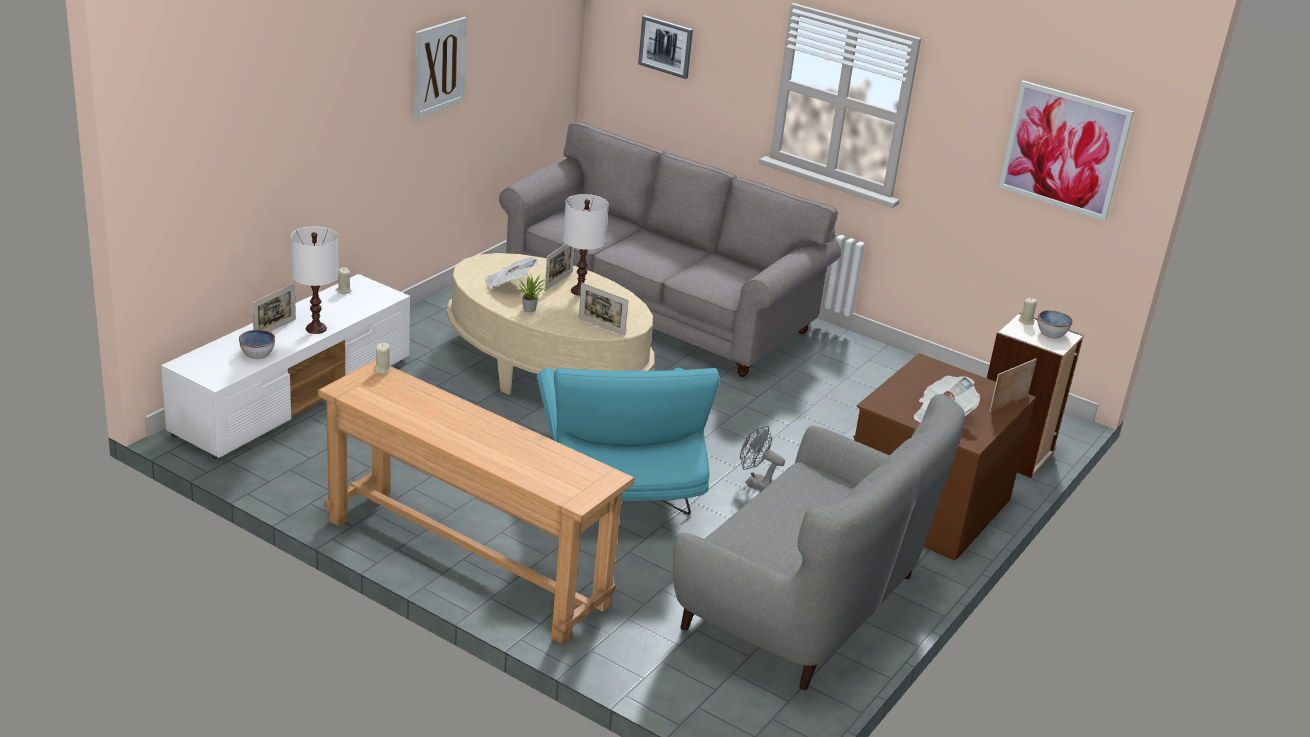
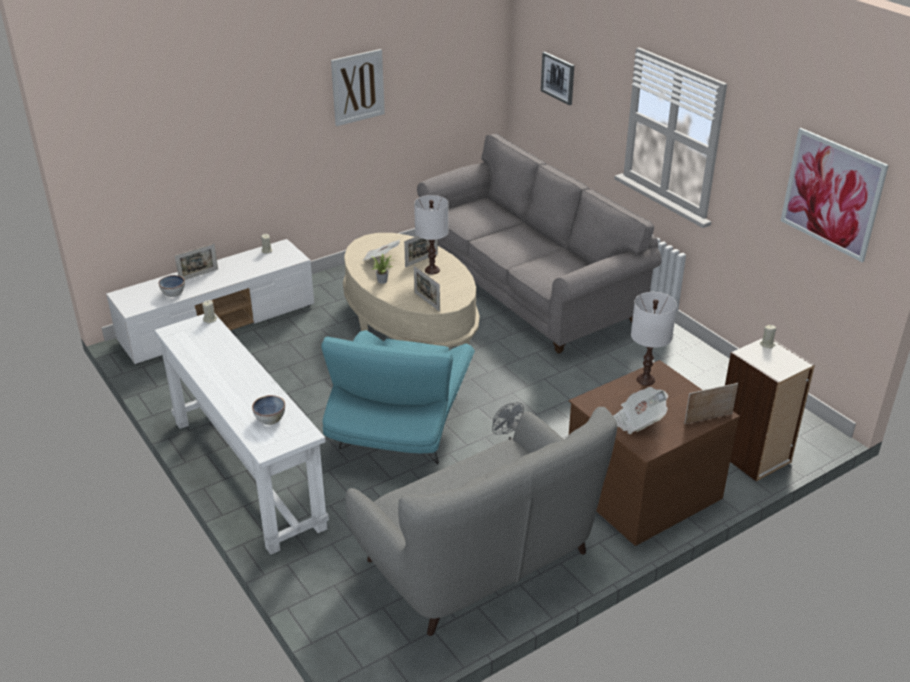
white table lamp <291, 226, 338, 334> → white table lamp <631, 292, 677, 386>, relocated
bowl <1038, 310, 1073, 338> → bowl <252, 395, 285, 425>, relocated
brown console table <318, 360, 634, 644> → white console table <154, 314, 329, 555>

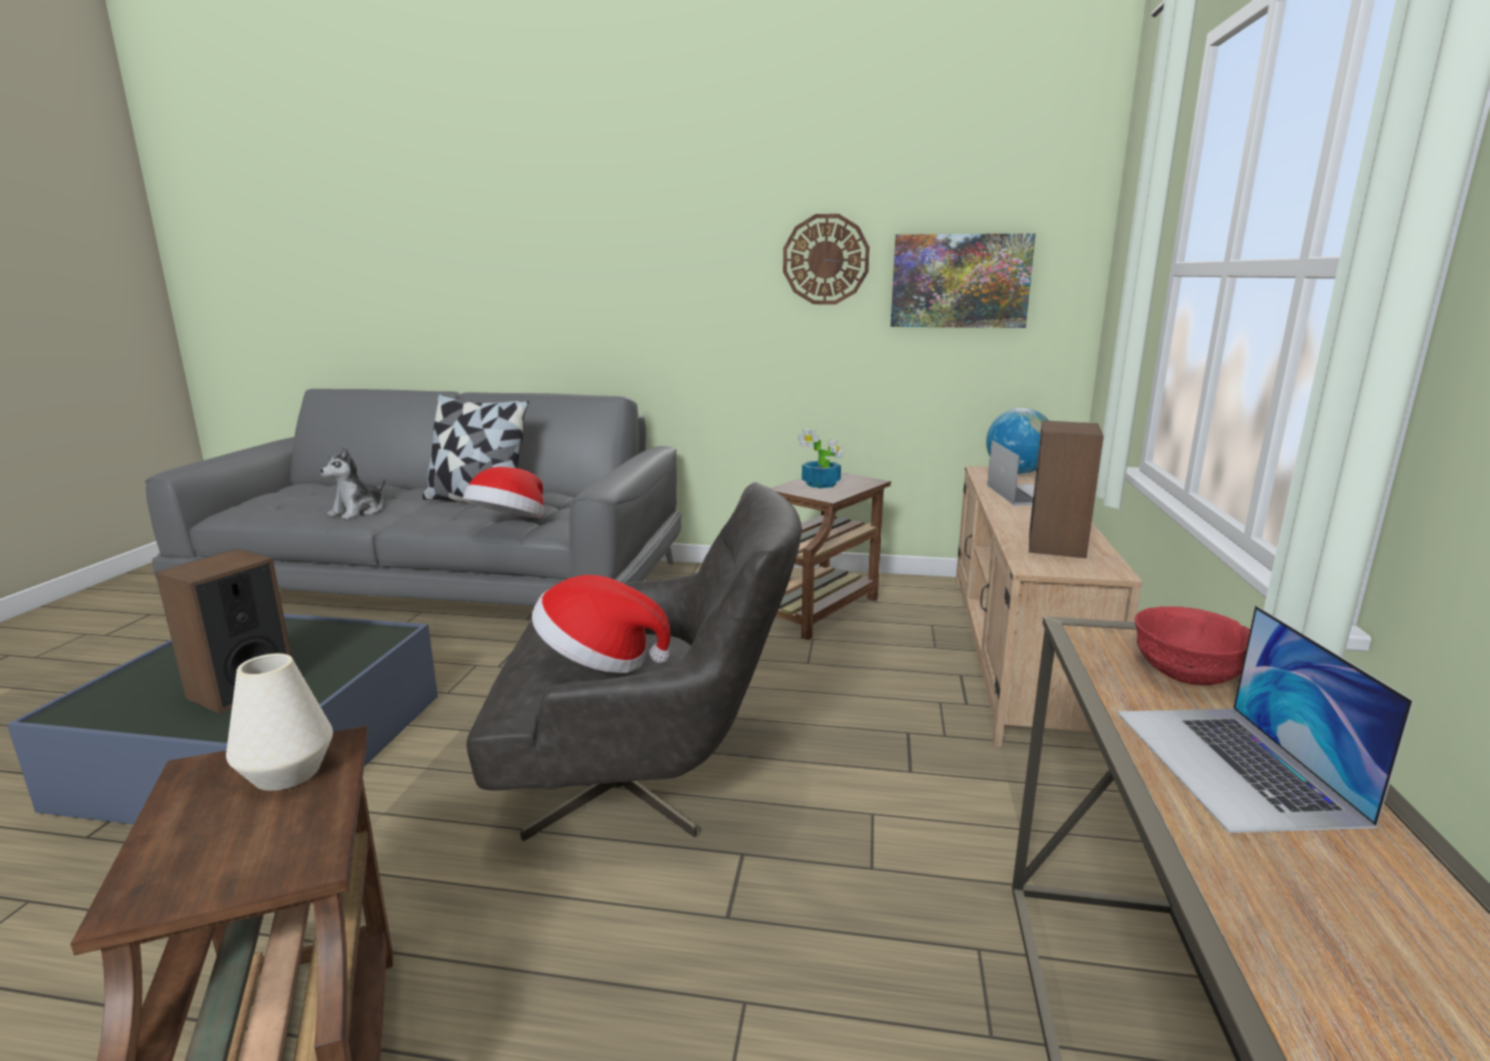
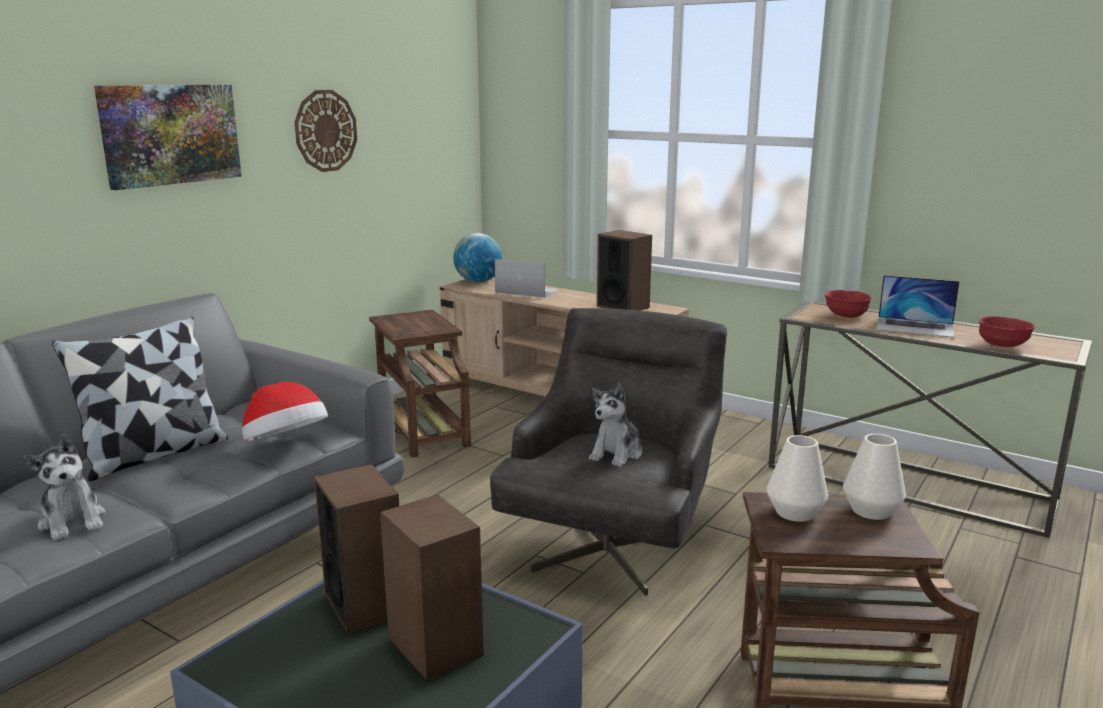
potted plant <798, 429, 844, 488> → -
- → speaker <314, 464, 399, 634>
- → white vase <843, 434, 906, 520>
- → red bowl <979, 316, 1035, 347>
picture <891, 234, 1036, 328> → picture <94, 84, 242, 190>, relocated
hat <532, 575, 671, 673> → plush toy <589, 383, 642, 467>

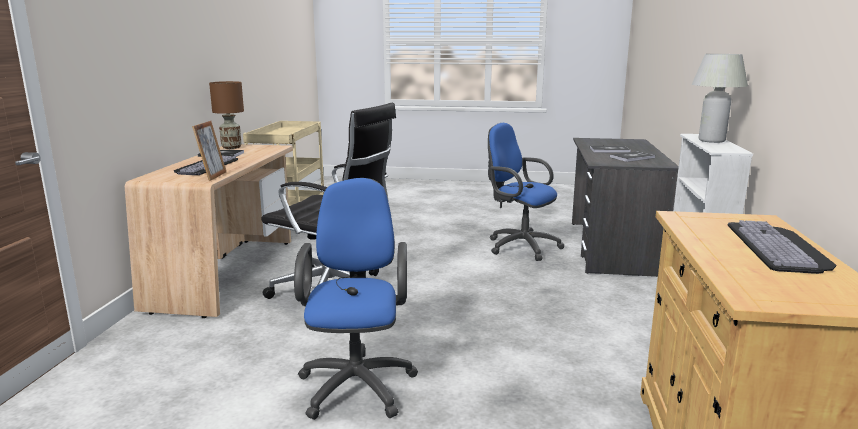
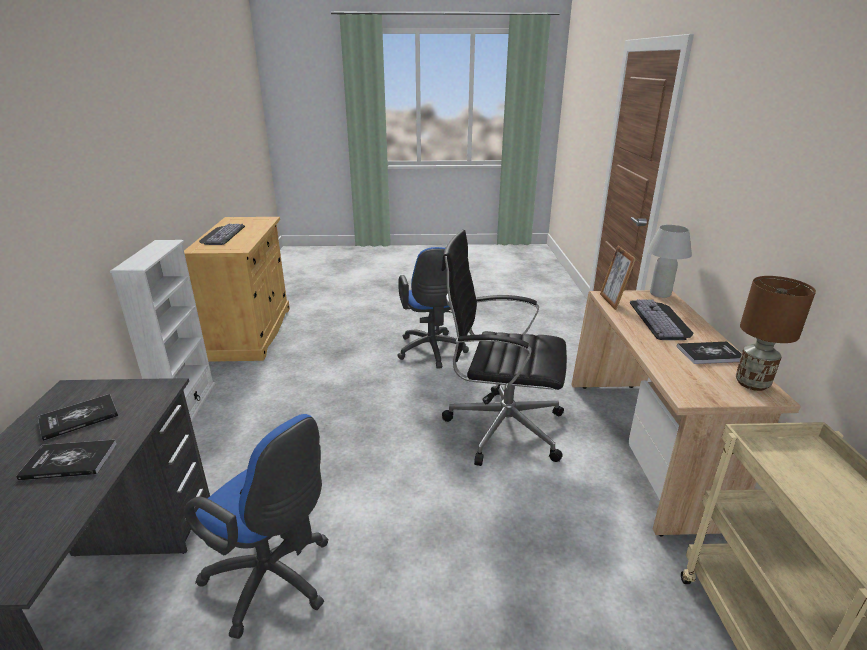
white table lamp <692, 54, 748, 143> → white table lamp <647, 225, 692, 298>, relocated

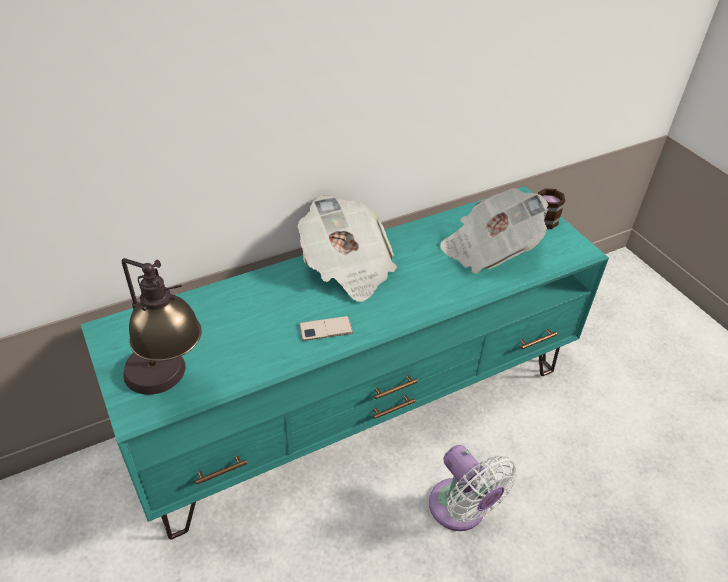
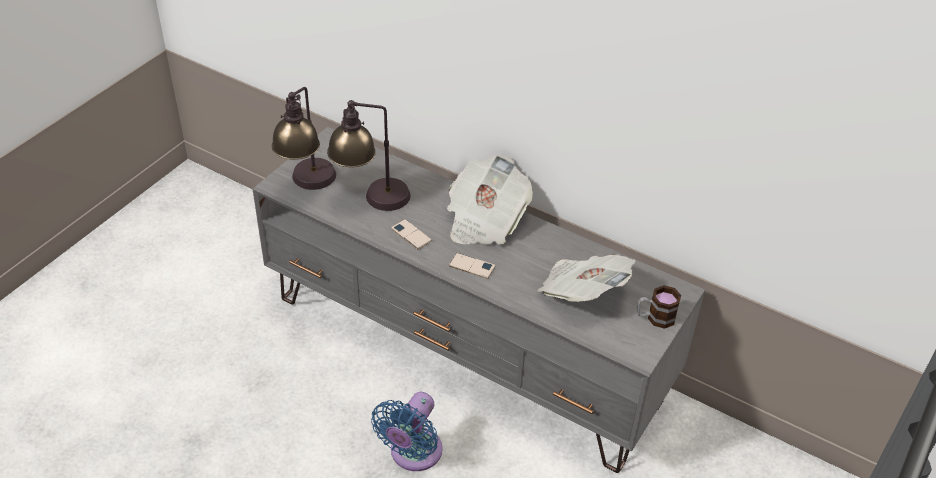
- → table lamp <327, 100, 411, 211>
- → phone <449, 253, 496, 279>
turquoise tv stand <80, 186, 609, 540> → grey tv stand <253, 127, 705, 473>
white fan <429, 445, 518, 531> → blue fan <371, 392, 442, 471>

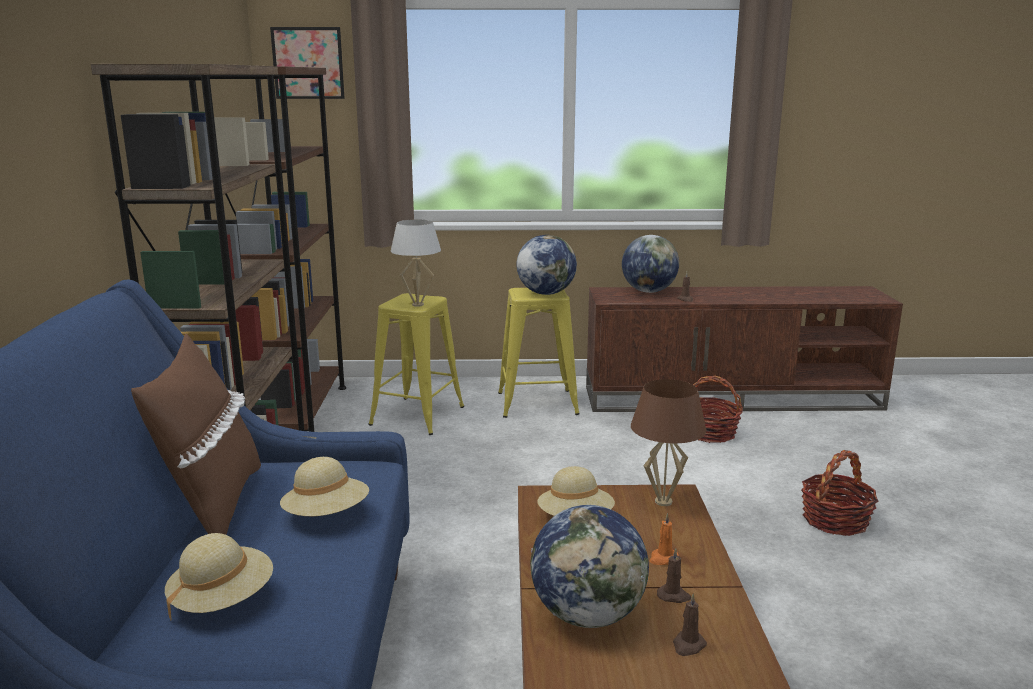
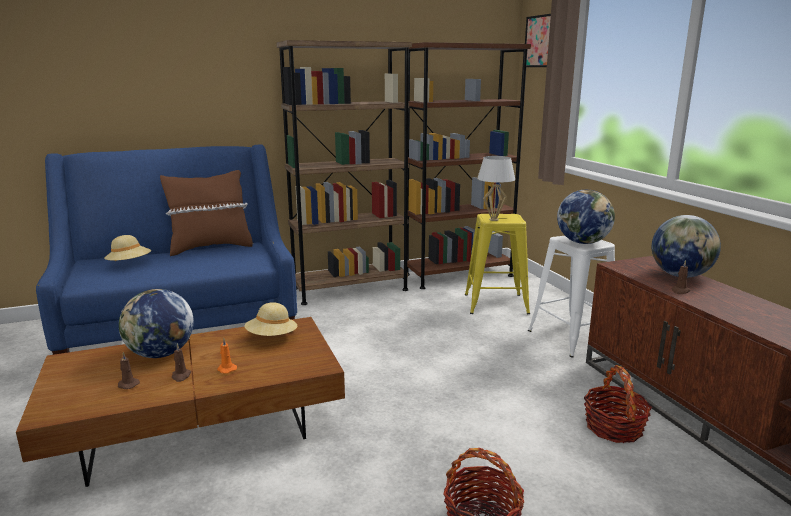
beige hat <280, 457, 369, 516> → -
brown table lamp <631, 379, 706, 506> → -
yellow stool <498, 288, 580, 418> → white stool <528, 236, 615, 358>

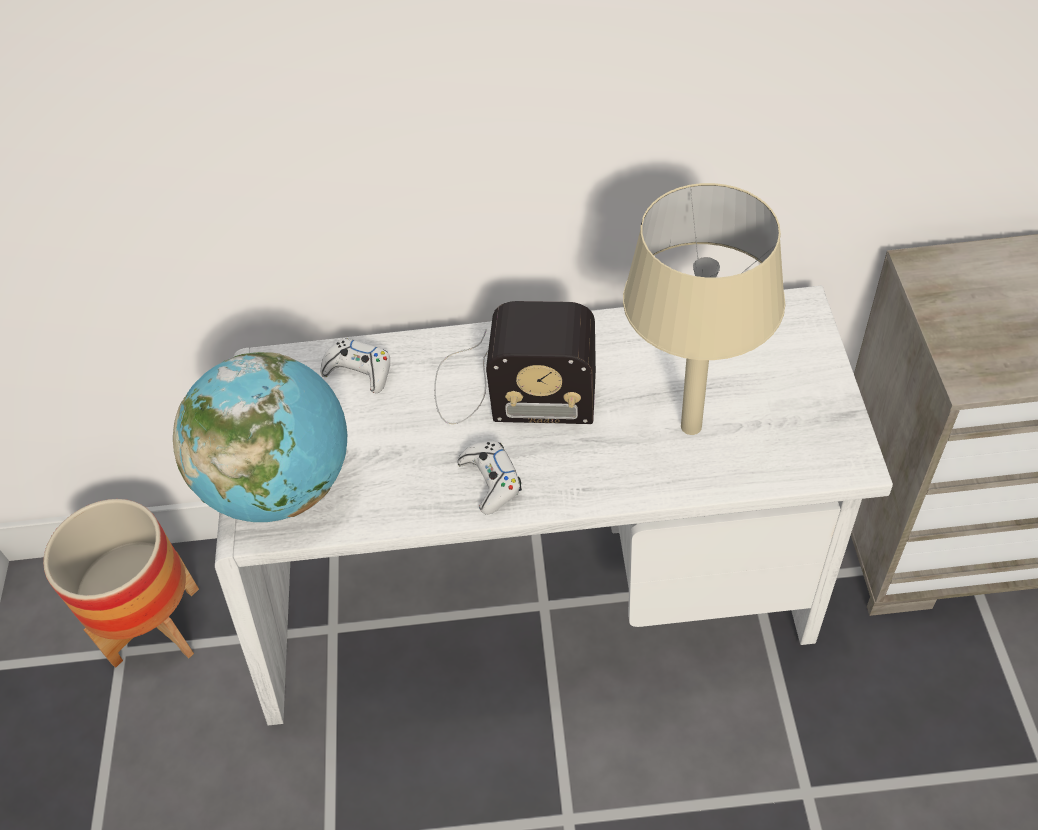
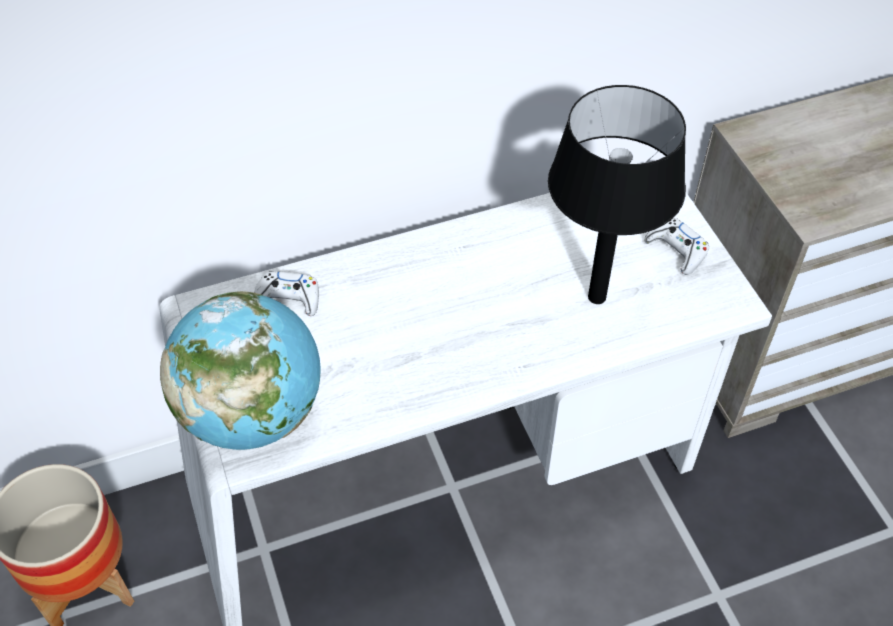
radio <434, 301, 596, 424> → -
white game controller <457, 441, 522, 515> → white game controller <644, 218, 709, 275>, relocated
beige table lamp <623, 183, 785, 435> → black table lamp <548, 85, 686, 304>

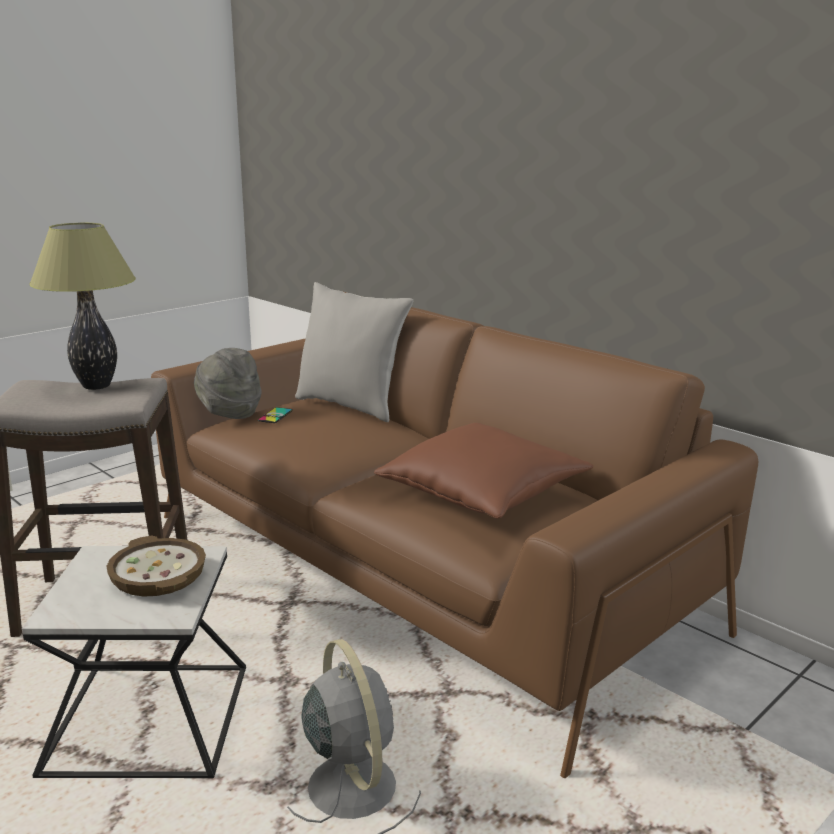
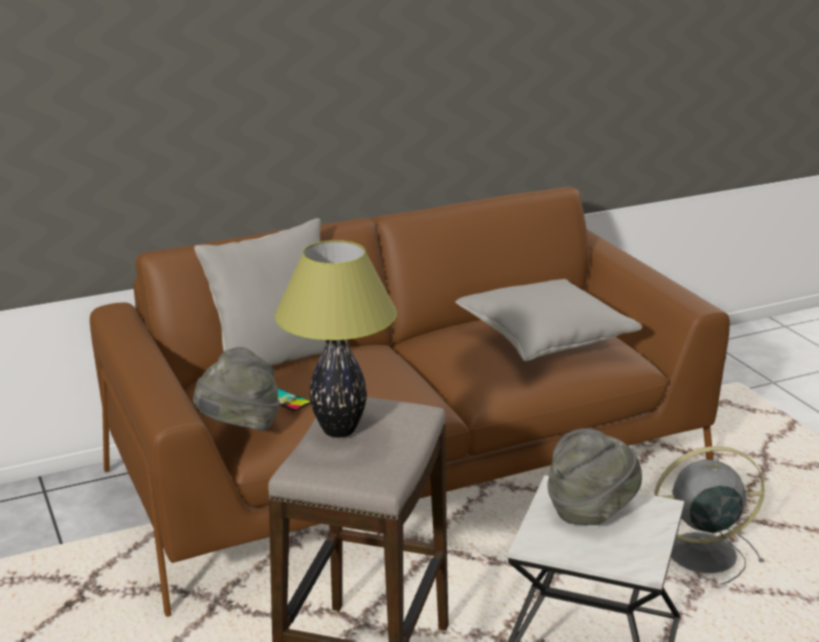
bowl <106, 536, 206, 596> → grey hat <547, 428, 642, 525>
brown pillow <374, 423, 594, 519> → grey pillow <455, 279, 642, 361>

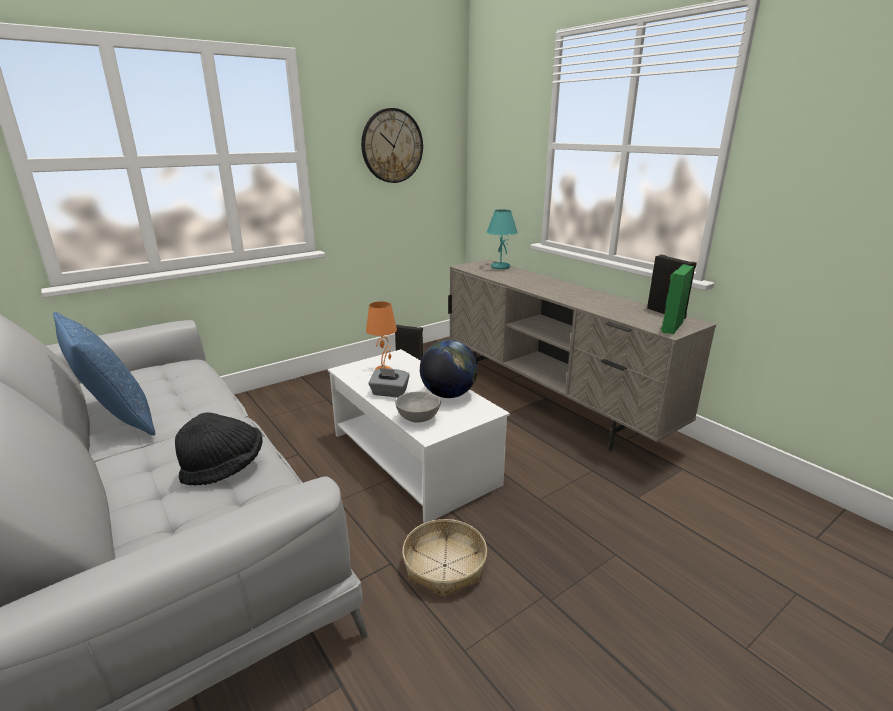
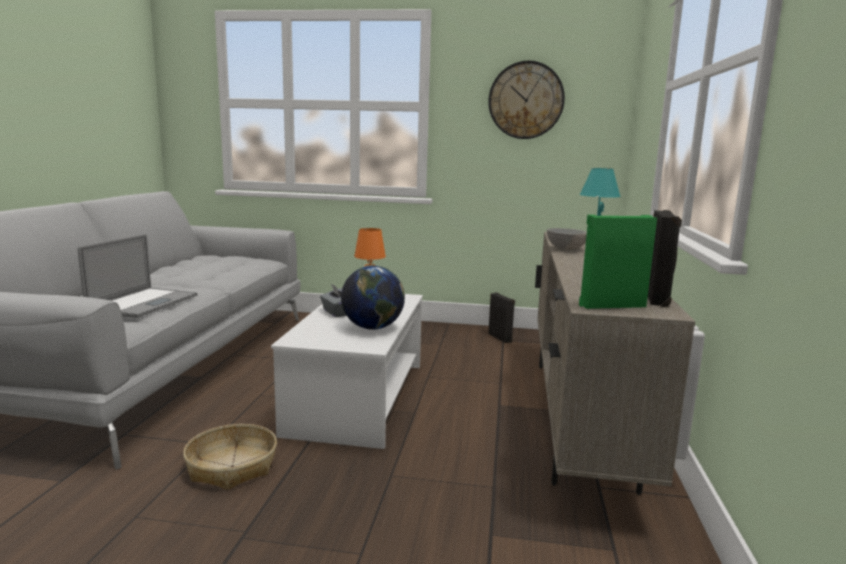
blue pillow <53, 312, 155, 436> → -
grey bowl <395, 391, 441, 423> → grey bowl <547, 228, 587, 250>, relocated
black hat <175, 413, 263, 485> → laptop <78, 234, 197, 318>

